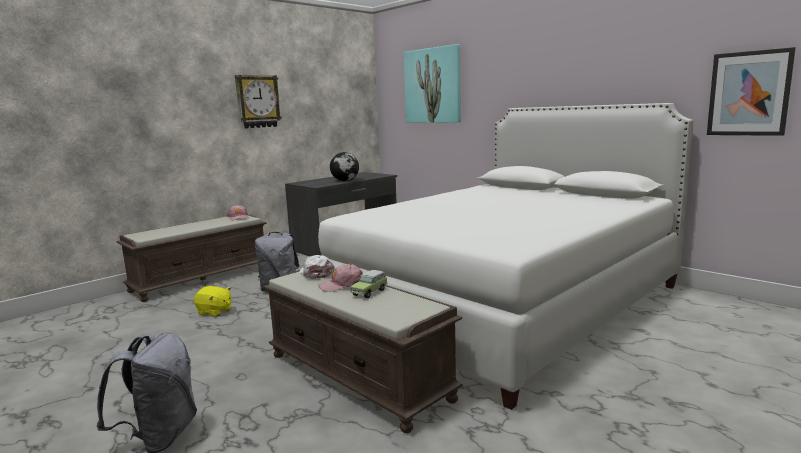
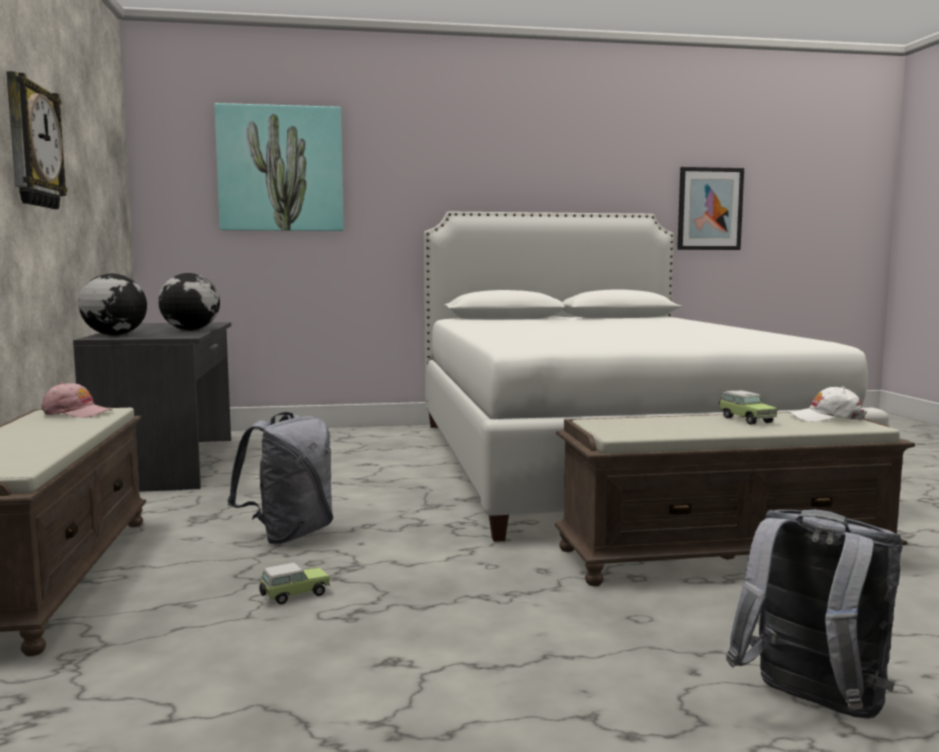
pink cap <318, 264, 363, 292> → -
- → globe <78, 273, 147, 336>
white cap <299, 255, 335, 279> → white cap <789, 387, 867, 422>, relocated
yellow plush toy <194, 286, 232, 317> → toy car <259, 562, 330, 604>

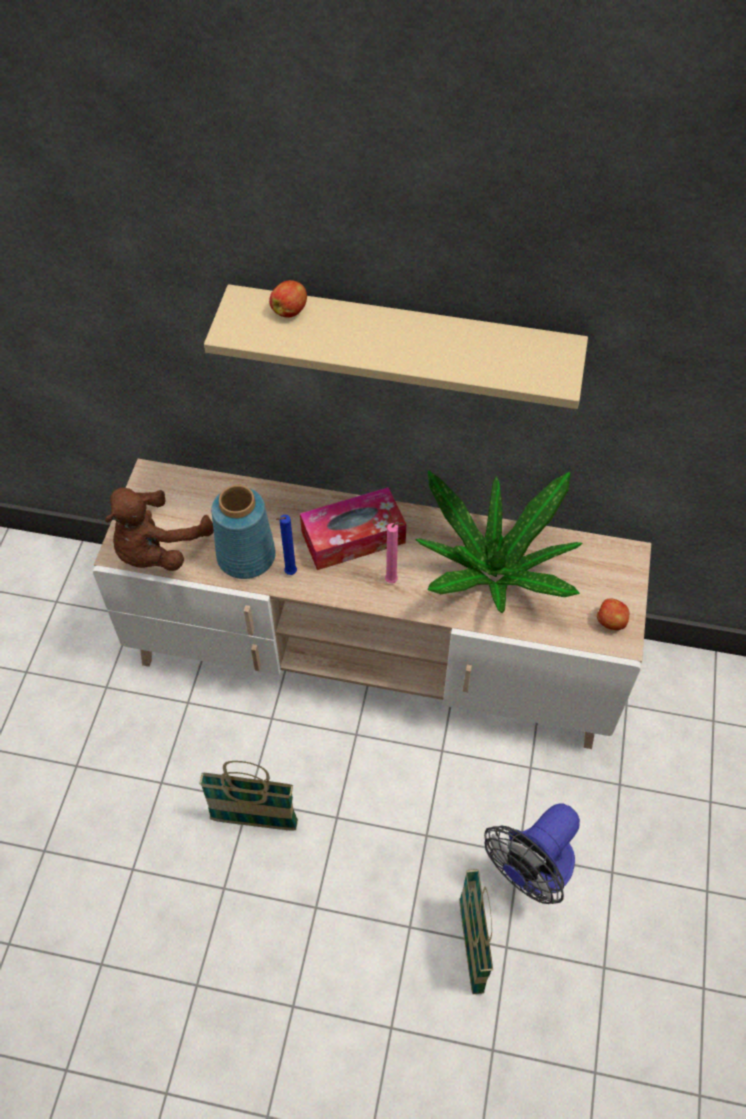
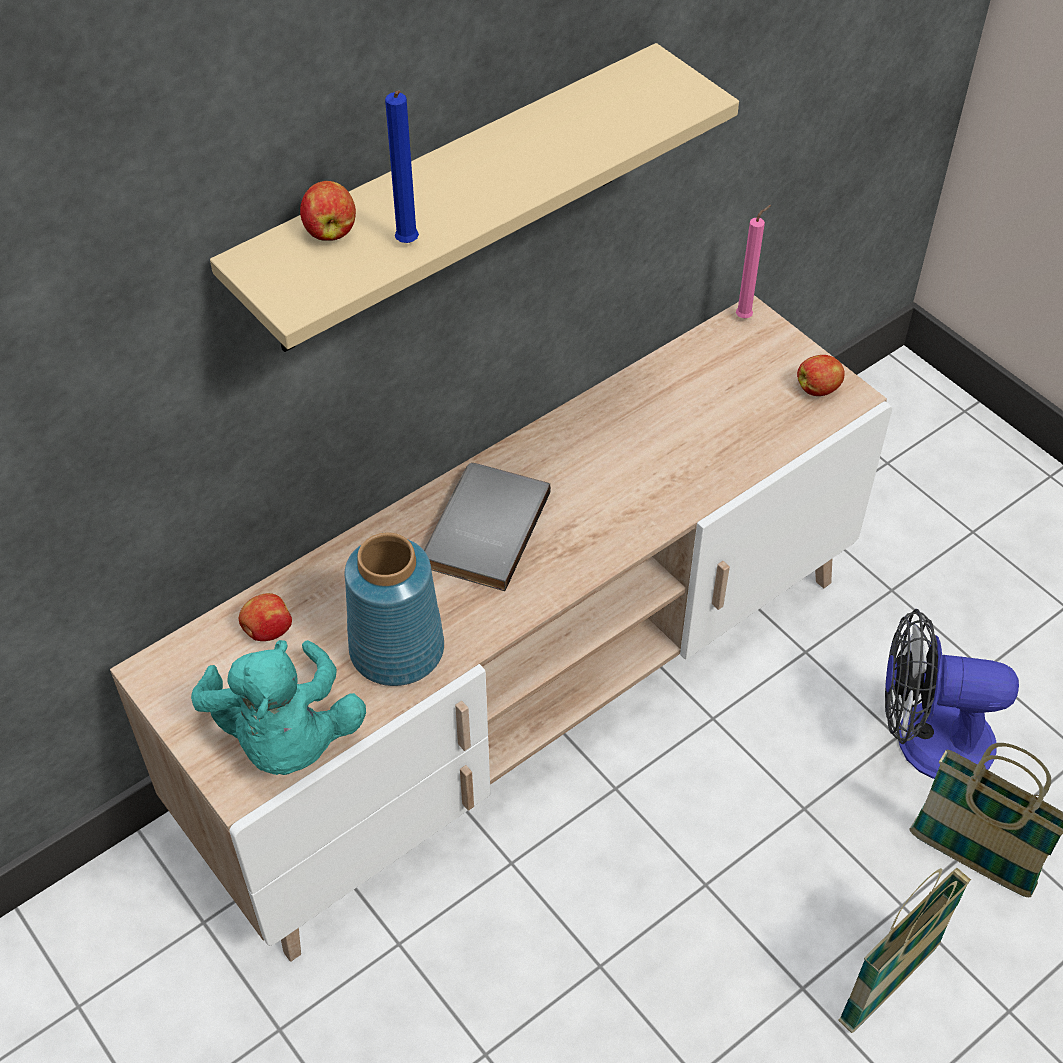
potted plant <416, 470, 583, 613> → -
- → apple <239, 593, 292, 641>
basket <199, 761, 298, 831> → basket <838, 868, 971, 1033>, relocated
blue candle <276, 515, 297, 575> → blue candle <385, 90, 419, 243>, relocated
pink candle <385, 522, 404, 583> → pink candle <736, 205, 771, 318>, relocated
tissue box <300, 487, 406, 570> → grey book <424, 463, 551, 591>
brown plush toy <104, 488, 214, 571> → turquoise plush toy <191, 640, 366, 775>
fan <484, 804, 580, 904> → fan <885, 609, 1019, 779>, 105 degrees clockwise

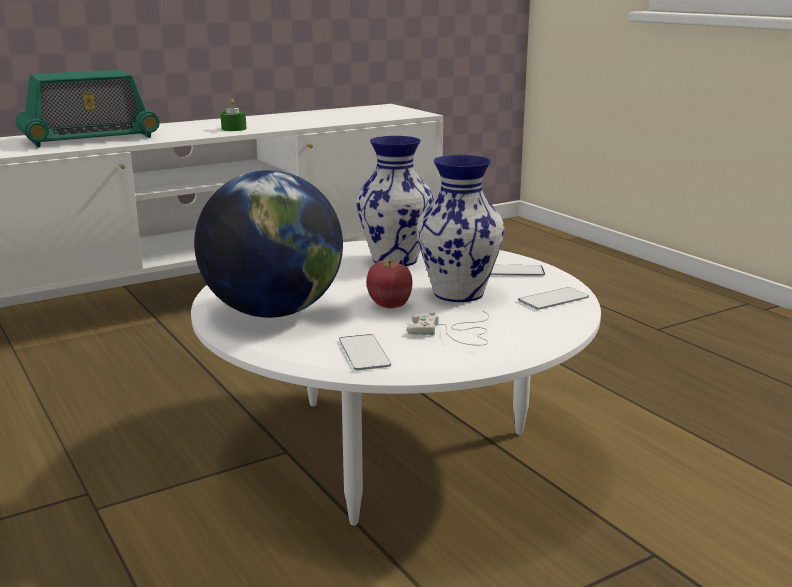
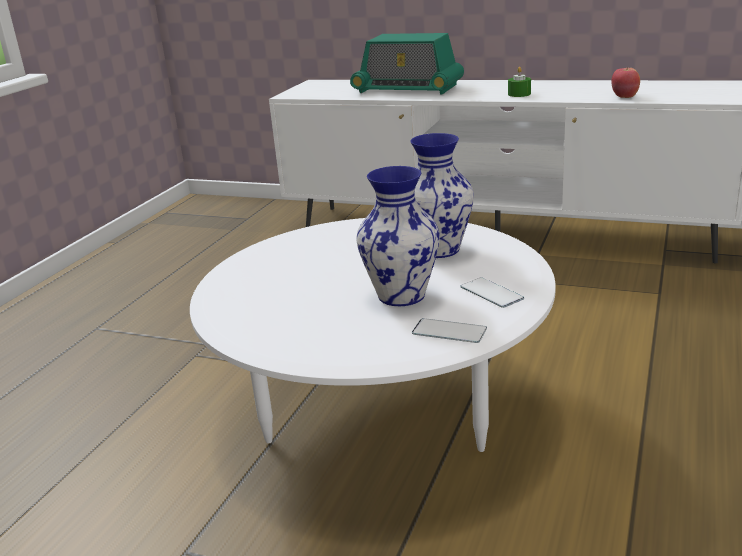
globe <194, 170, 343, 318> → -
phone <339, 334, 391, 370> → -
white game controller <407, 311, 489, 346> → -
apple <367, 260, 413, 308> → apple <611, 67, 640, 98>, relocated

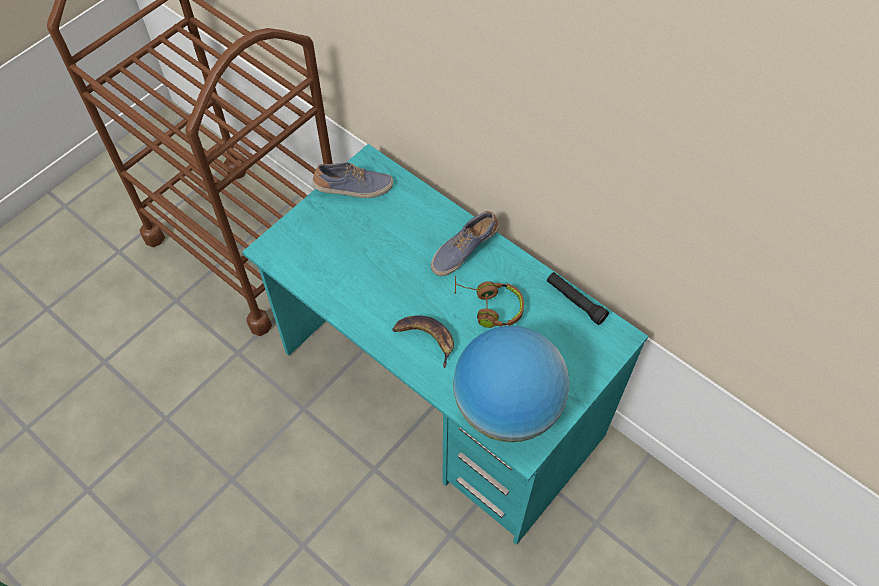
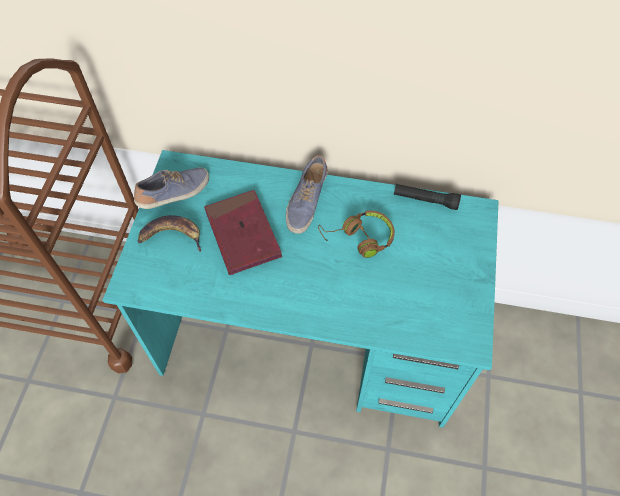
globe <453, 326, 569, 442> → -
- → red book <204, 190, 282, 275>
banana <392, 315, 454, 369> → banana <138, 215, 201, 252>, relocated

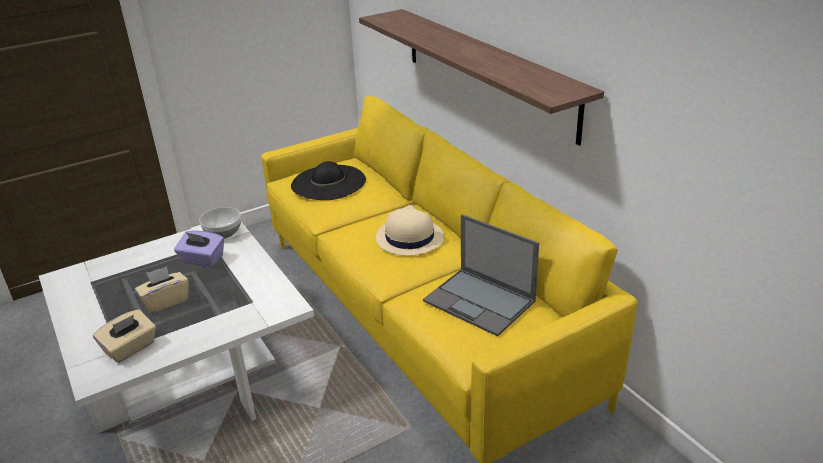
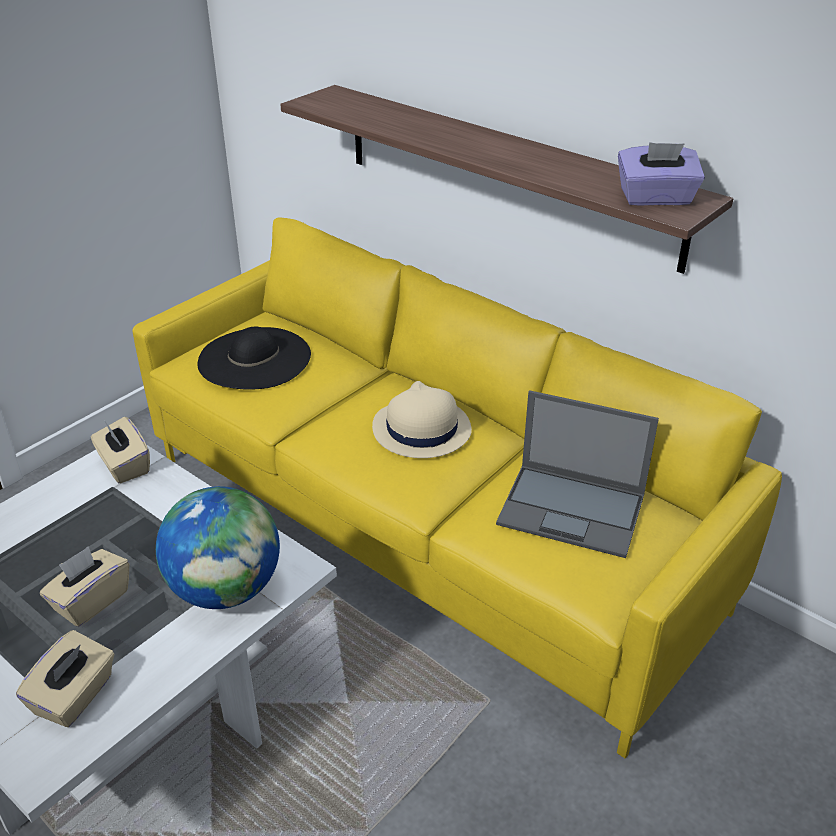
- → globe <156, 486, 280, 609>
purple tissue box <174, 230, 224, 267> → purple tissue box <618, 142, 705, 205>, relocated
bowl <199, 207, 241, 239> → beige tissue box <91, 417, 150, 484>

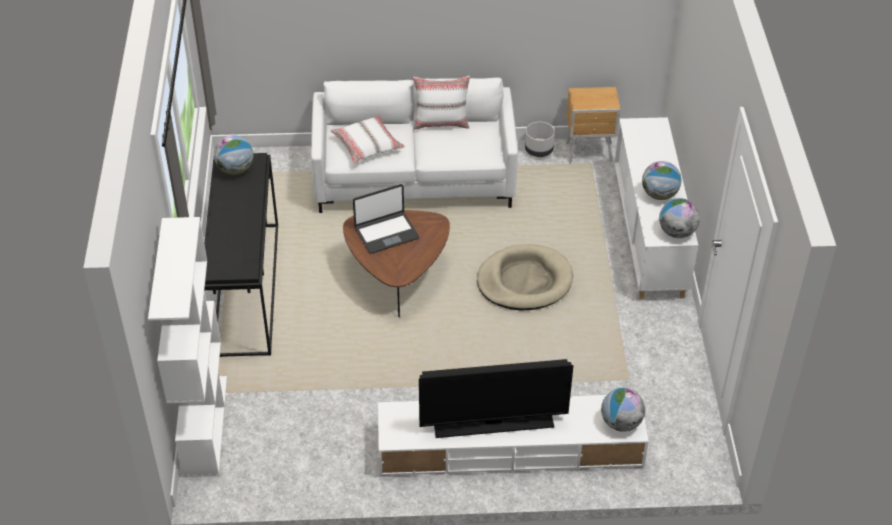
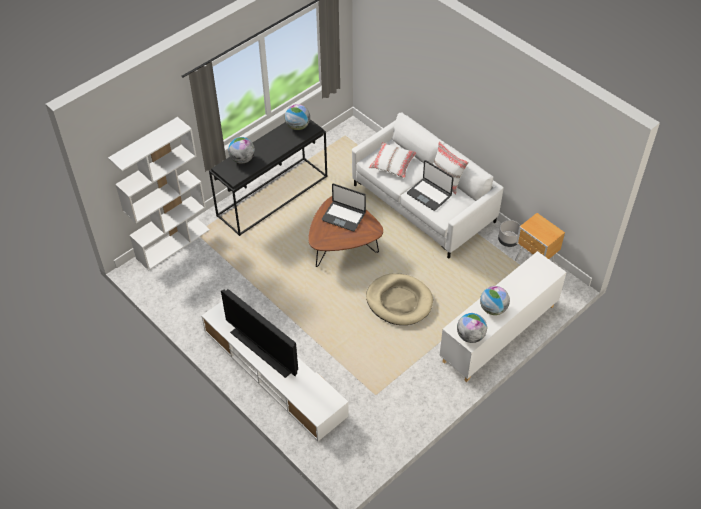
- → laptop <407, 160, 454, 211>
globe <601, 388, 645, 432> → globe <228, 137, 255, 164>, relocated

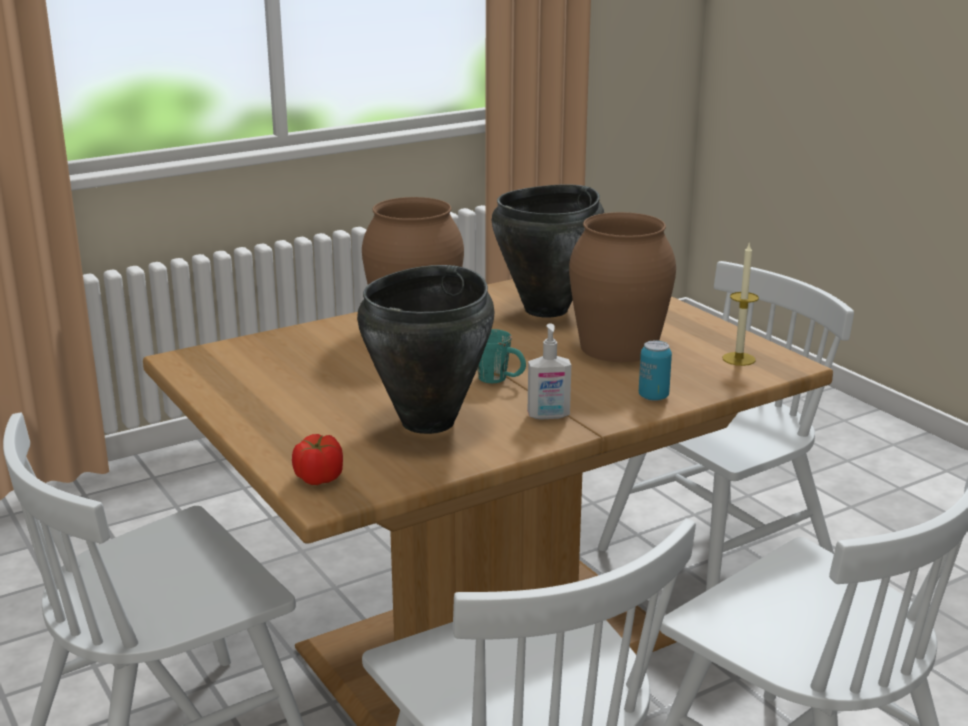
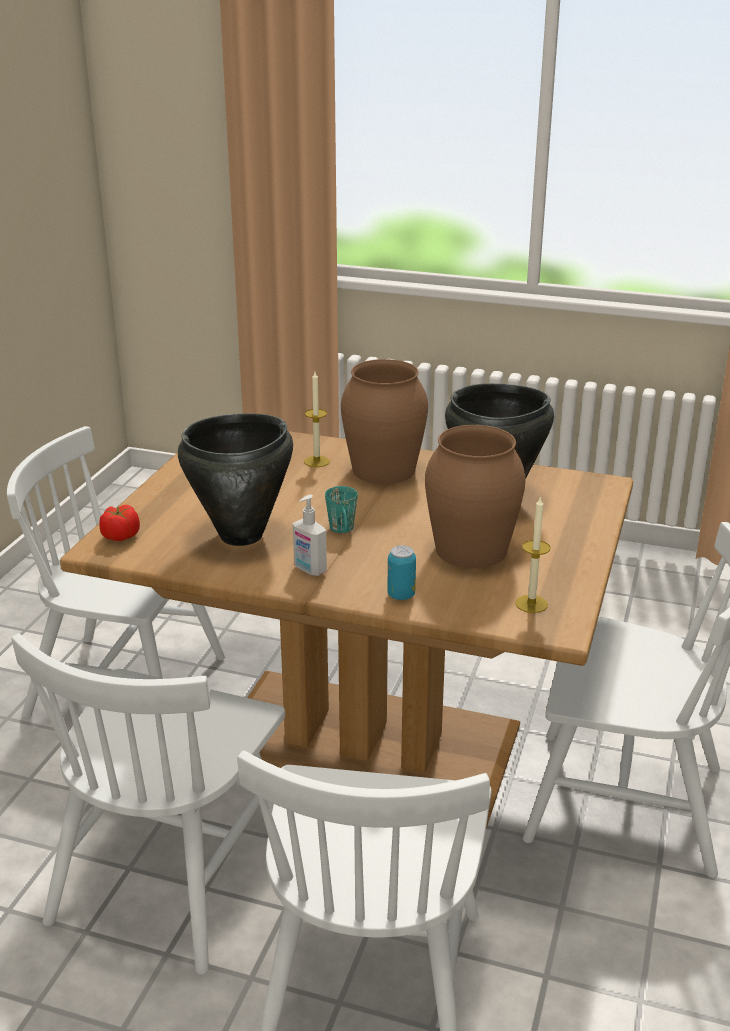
- → candle <304, 372, 330, 467>

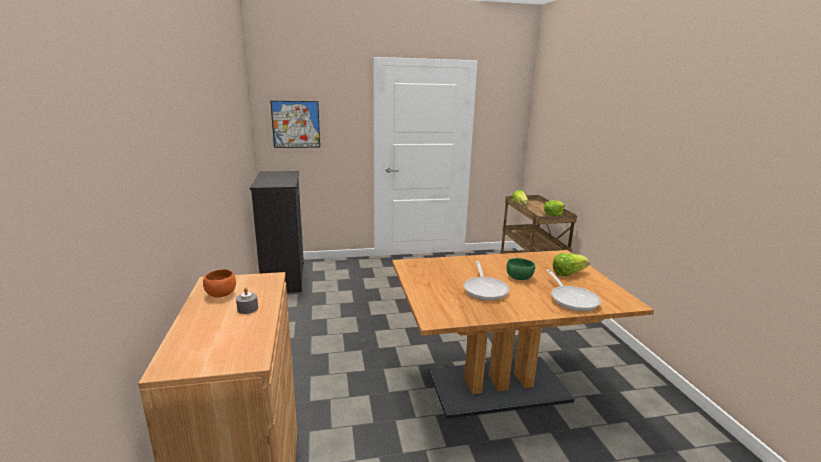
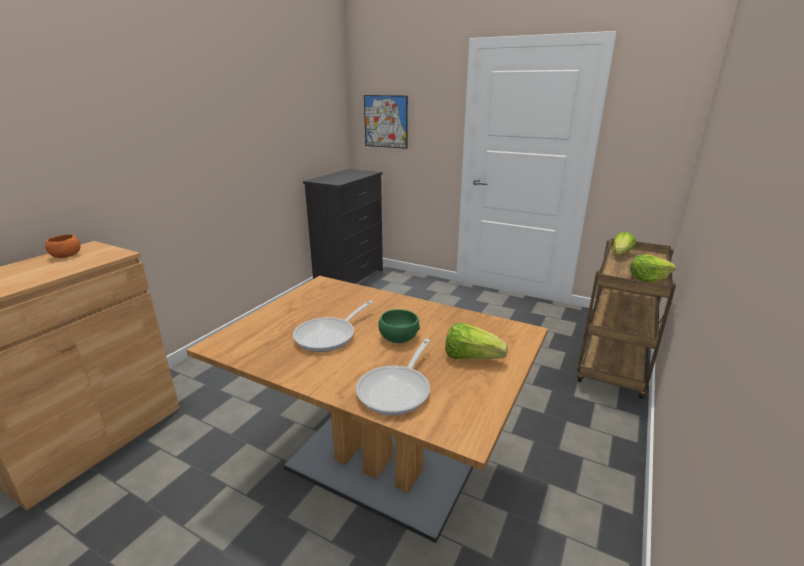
grey candle <236, 287, 258, 314> → -

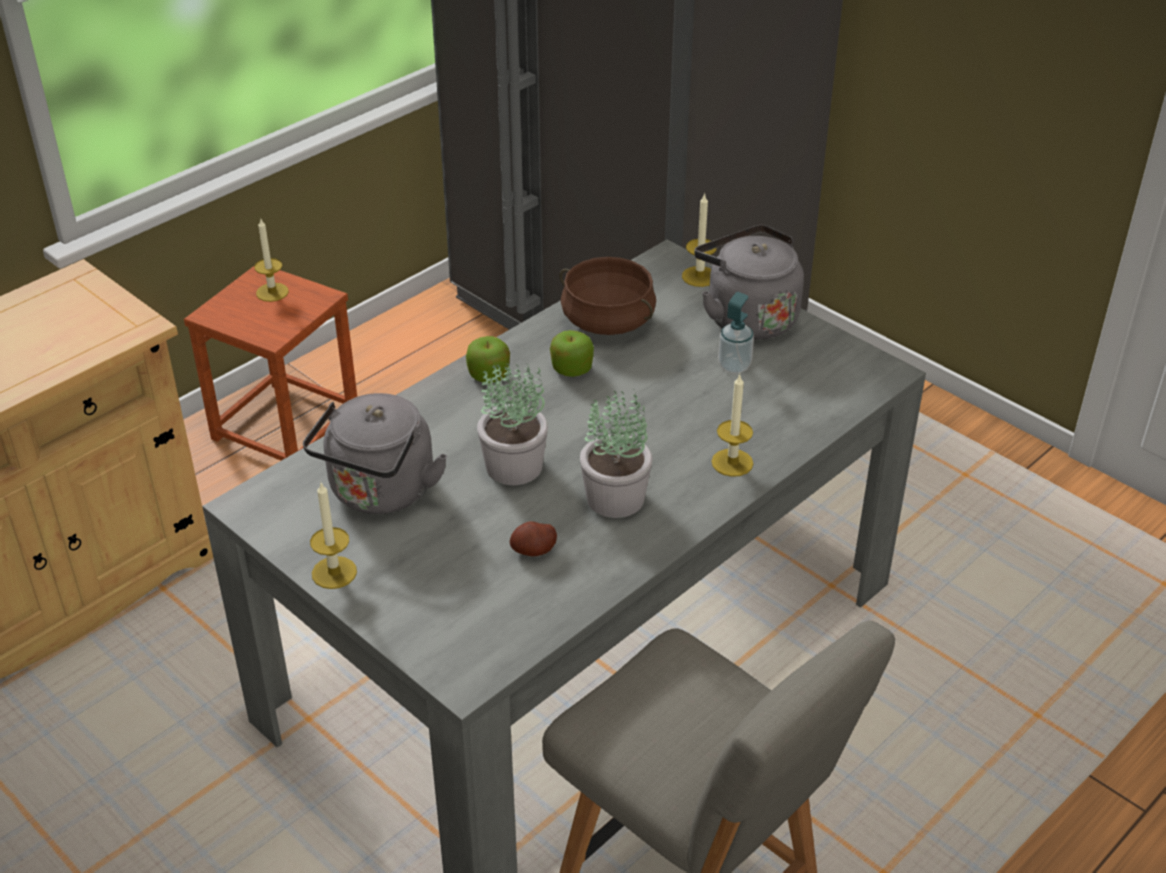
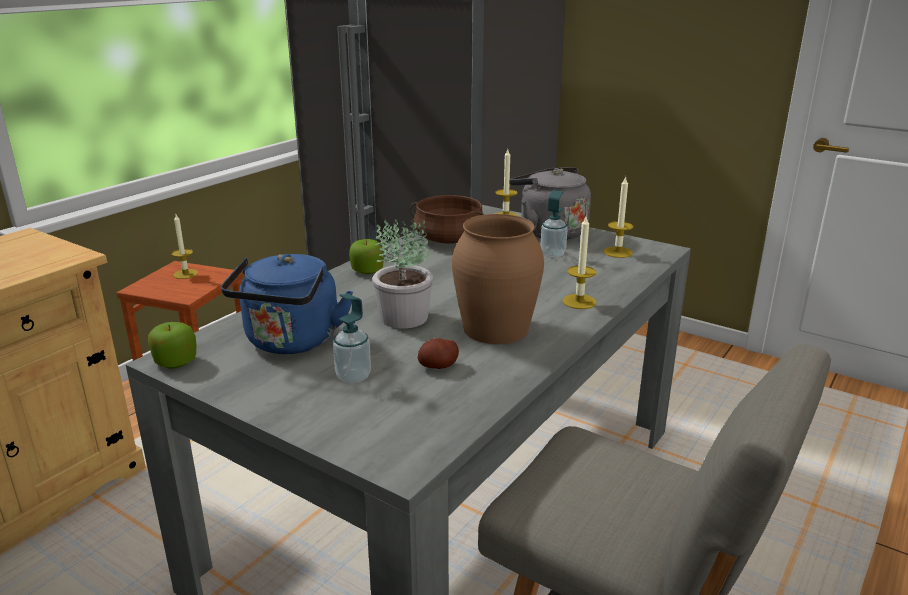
- → soap dispenser <333, 294, 371, 383>
candle <310, 483, 357, 589> → candle <603, 176, 634, 258>, relocated
apple <550, 330, 594, 377> → apple <148, 322, 197, 369>, relocated
potted plant <580, 391, 652, 518> → brown vase <452, 214, 544, 344>
grey kettle <303, 393, 448, 514> → blue kettle <221, 254, 353, 354>

